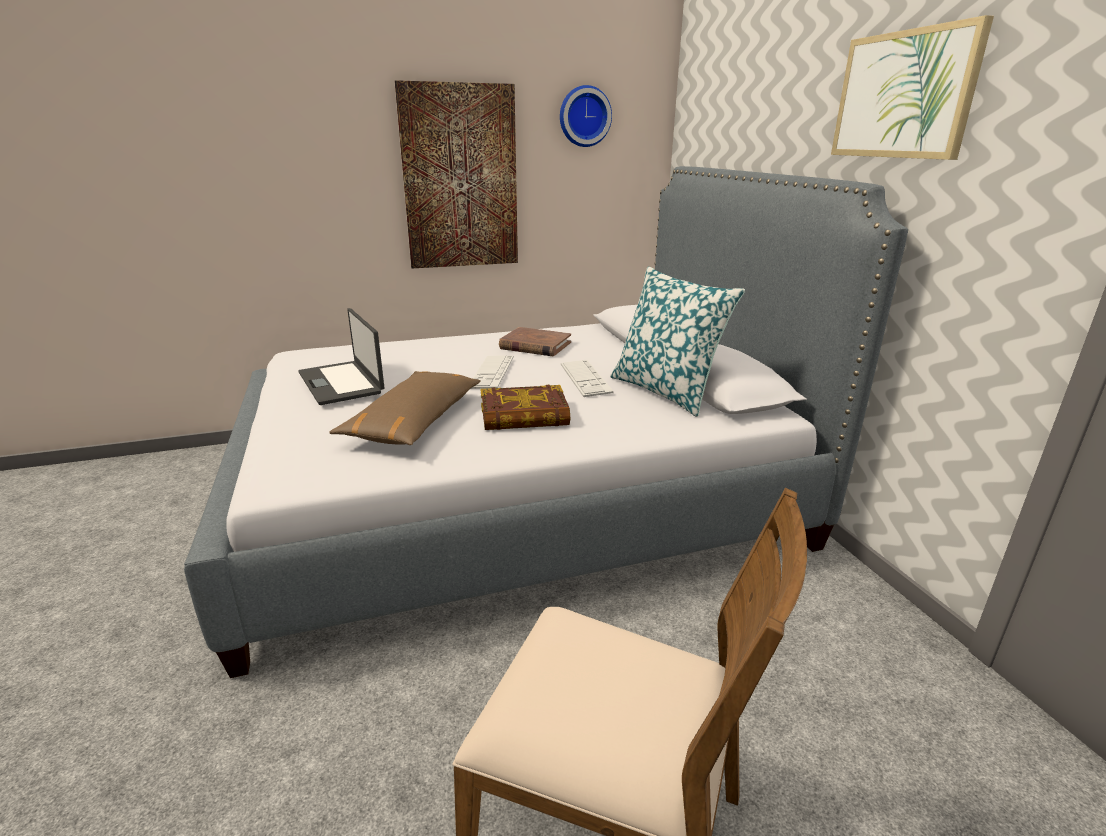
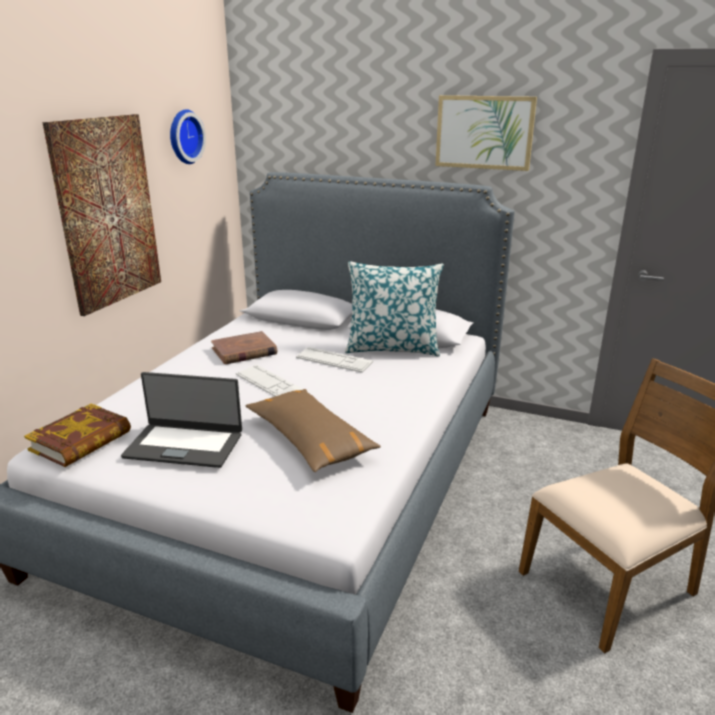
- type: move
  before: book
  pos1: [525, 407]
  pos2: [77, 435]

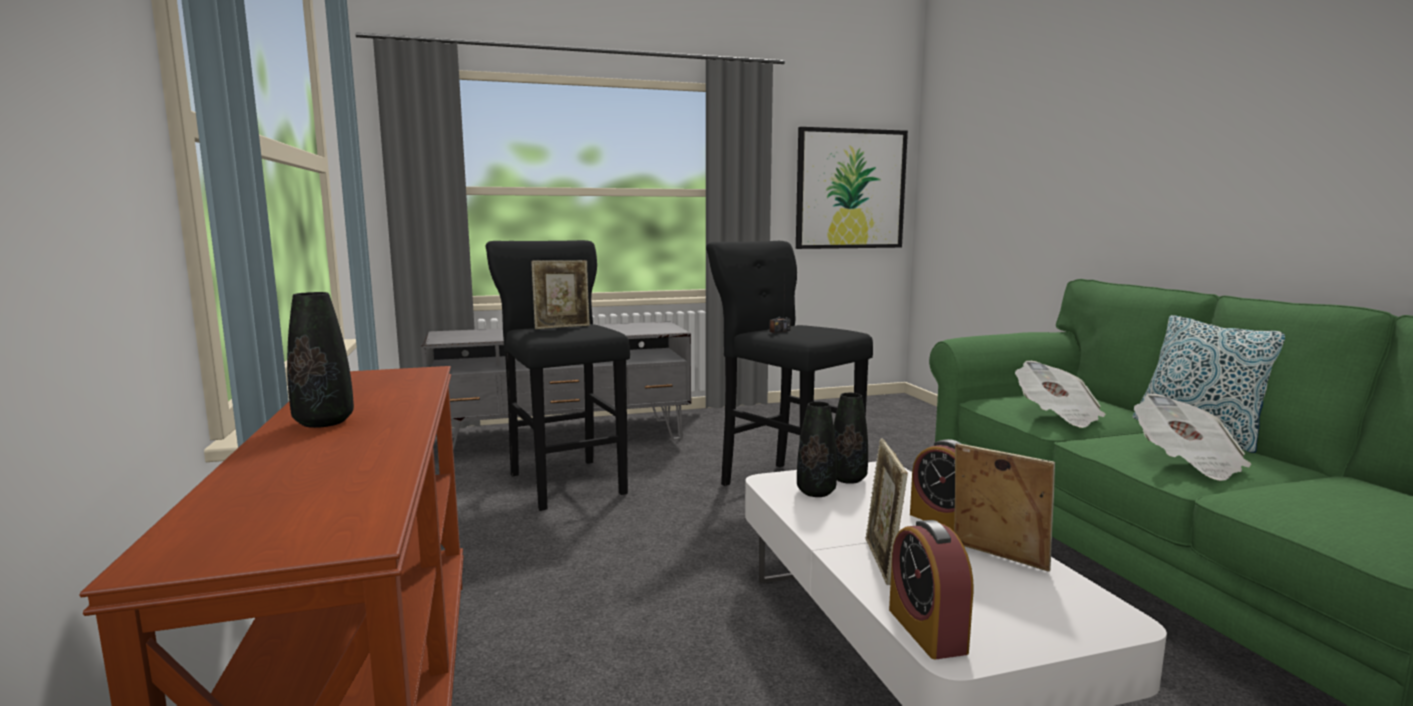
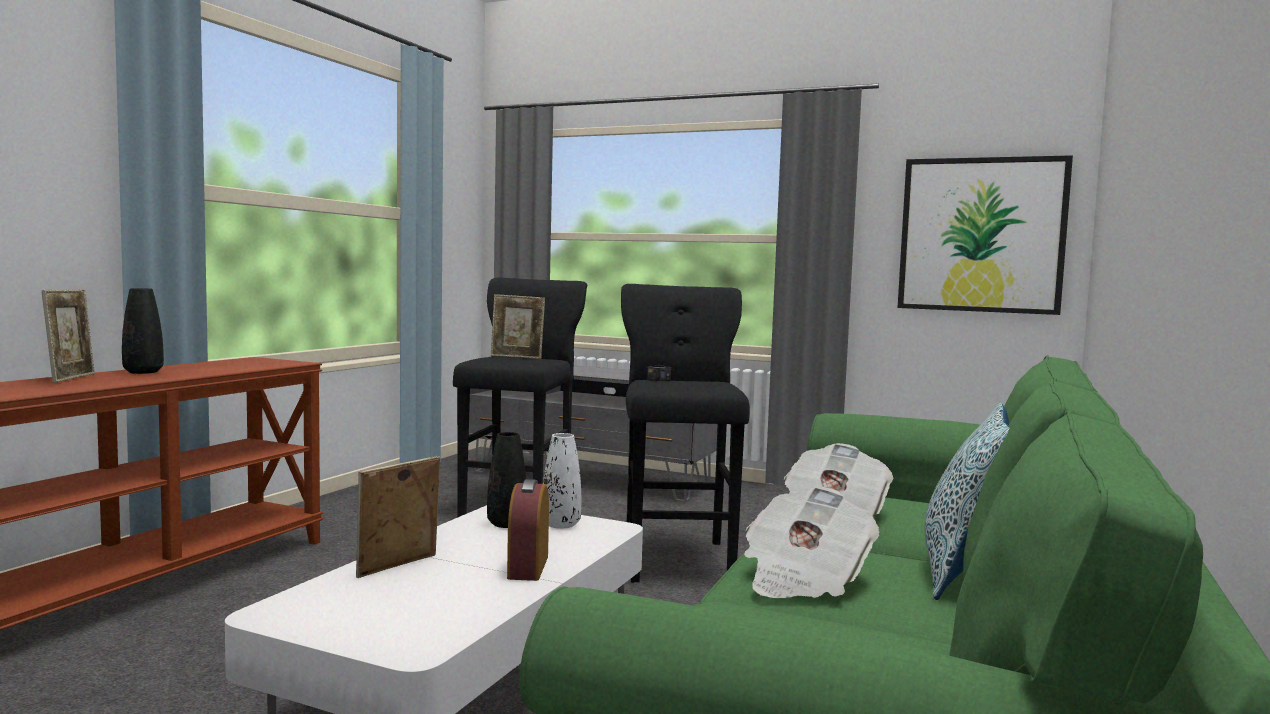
- type: delete
  before: alarm clock
  pos1: [931, 589]
- type: move
  before: picture frame
  pos1: [1005, 507]
  pos2: [68, 336]
- type: recolor
  before: black vase
  after: white vase
  pos1: [851, 438]
  pos2: [562, 481]

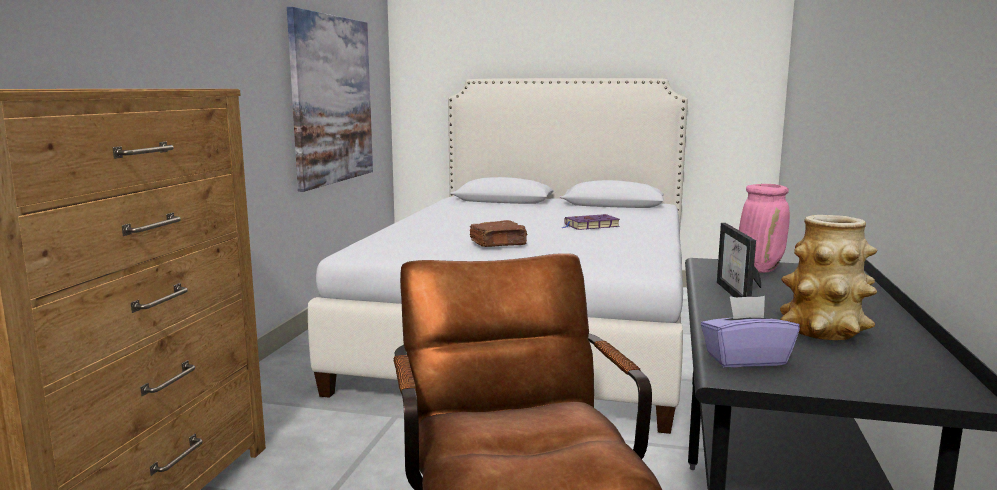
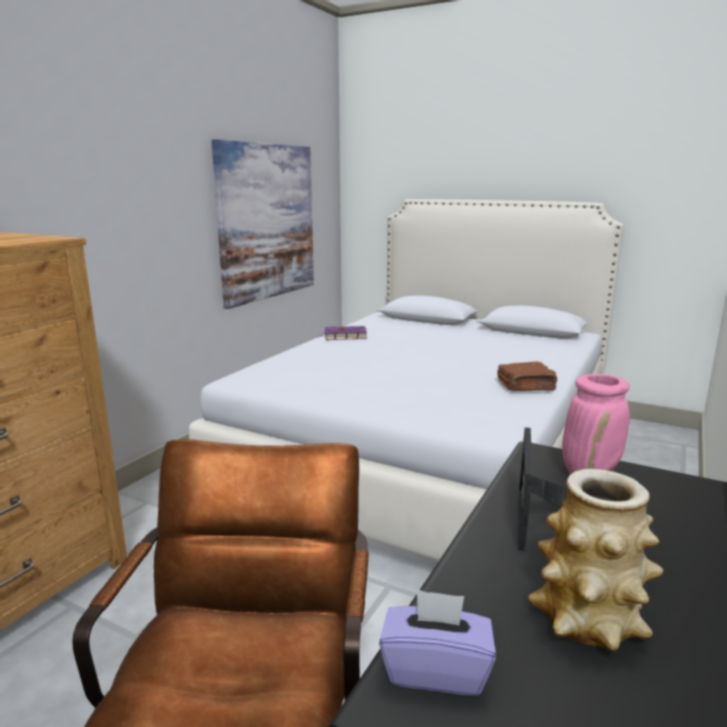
- type: move
  before: brown book
  pos1: [499, 233]
  pos2: [527, 376]
- type: move
  before: purple book
  pos1: [591, 222]
  pos2: [342, 333]

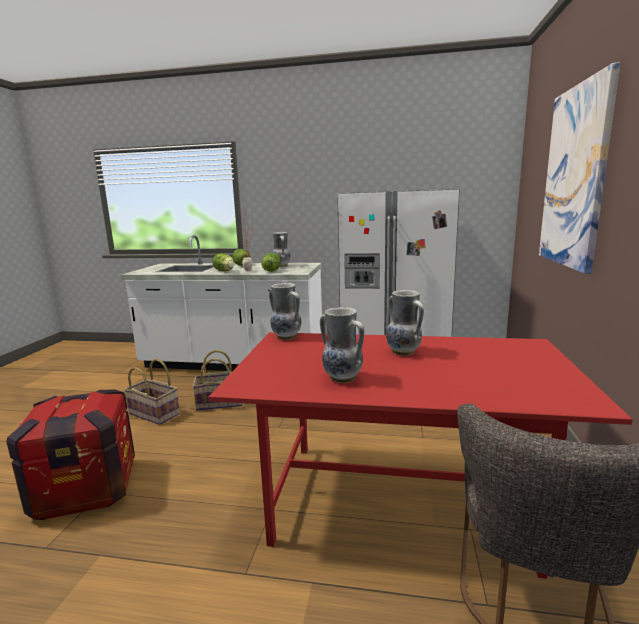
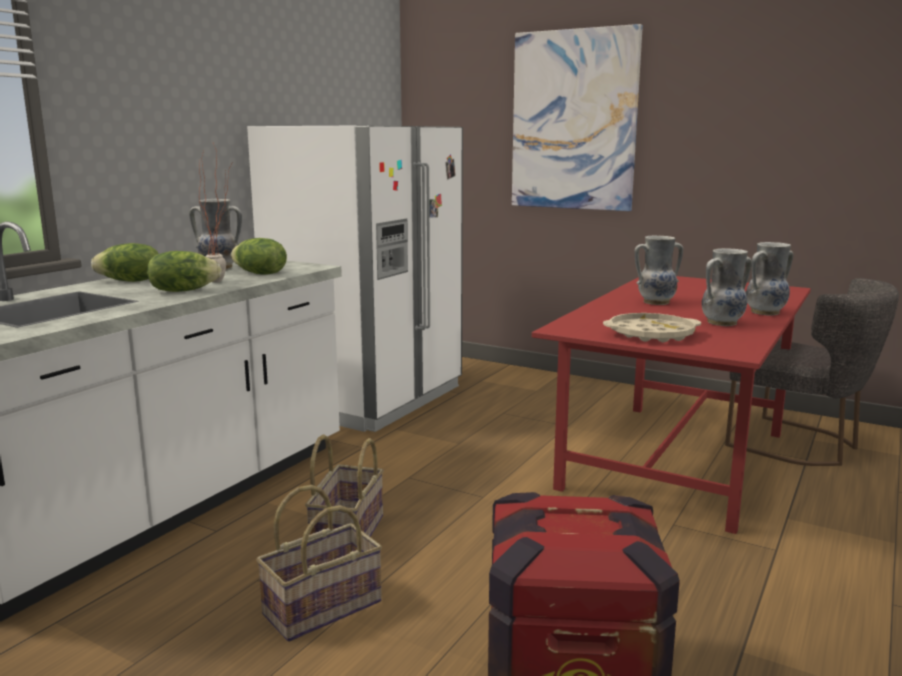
- type: insert
  after: beige tray
  pos2: [652, 327]
- type: move
  before: vase
  pos1: [285, 311]
  pos2: [769, 278]

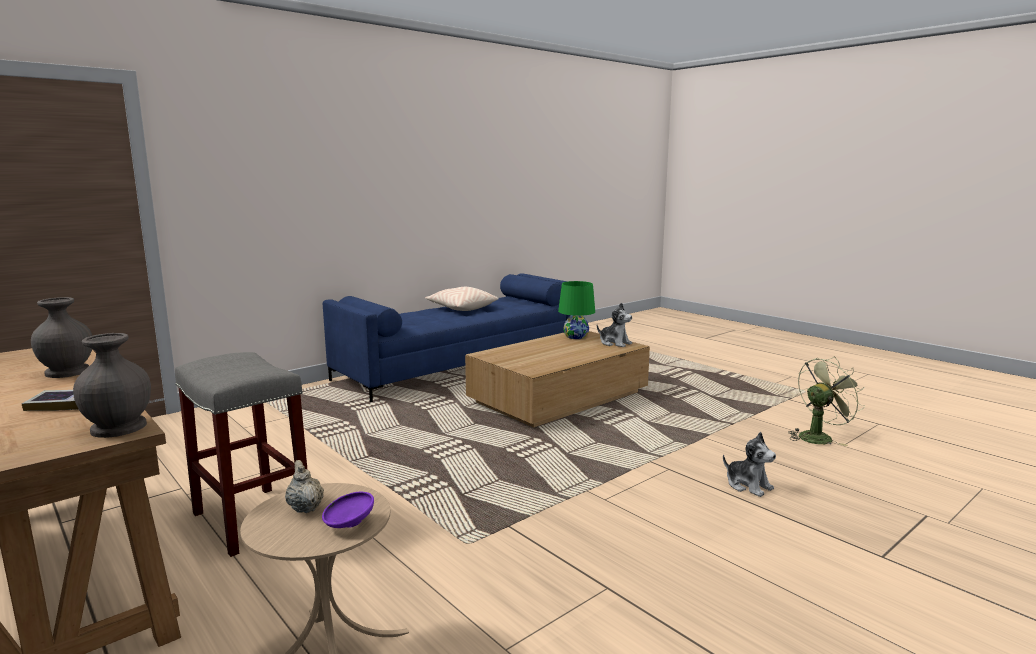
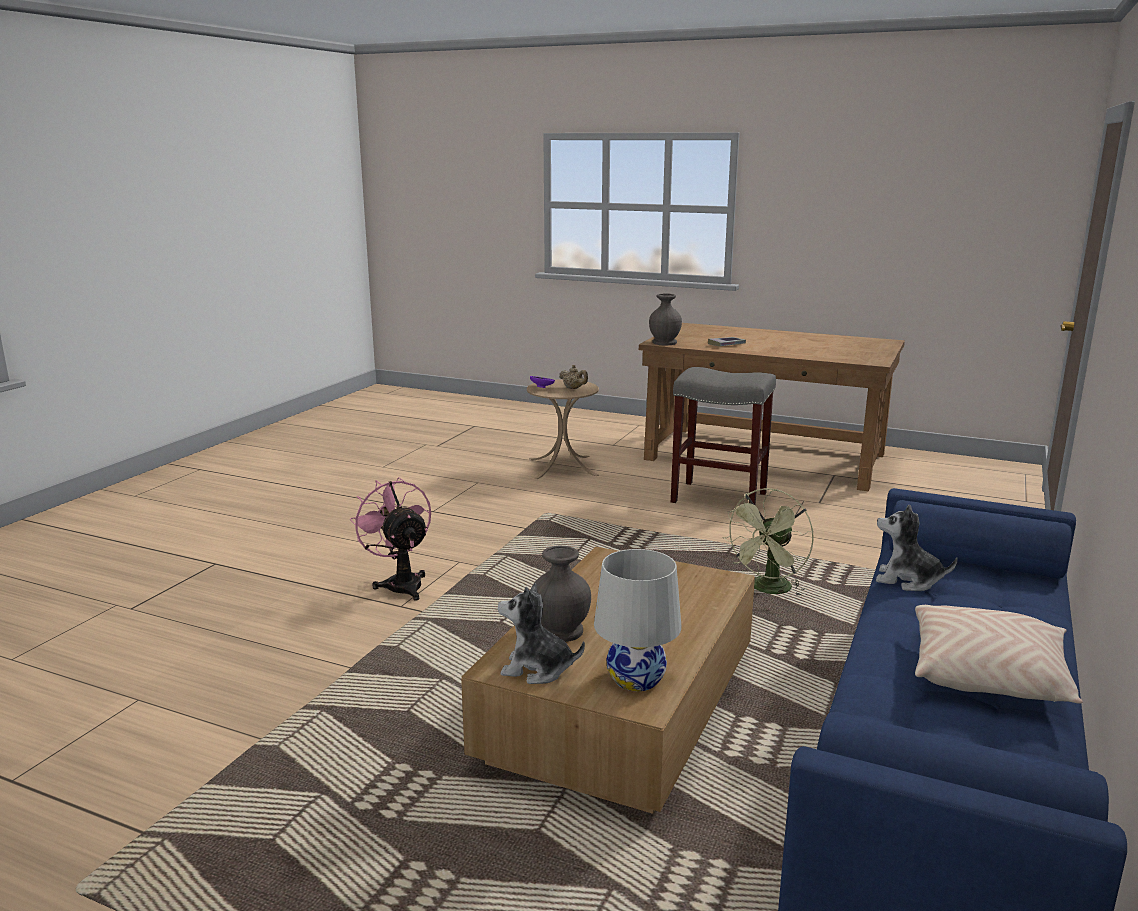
- type: insert
  after: pink fan
  pos2: [390, 538]
- type: move
  before: grey vase
  pos1: [61, 337]
  pos2: [562, 594]
- type: move
  before: plush toy
  pos1: [749, 464]
  pos2: [917, 548]
- type: move
  before: green fan
  pos1: [826, 401]
  pos2: [768, 542]
- type: recolor
  before: green table lamp
  after: white table lamp
  pos1: [576, 310]
  pos2: [637, 620]

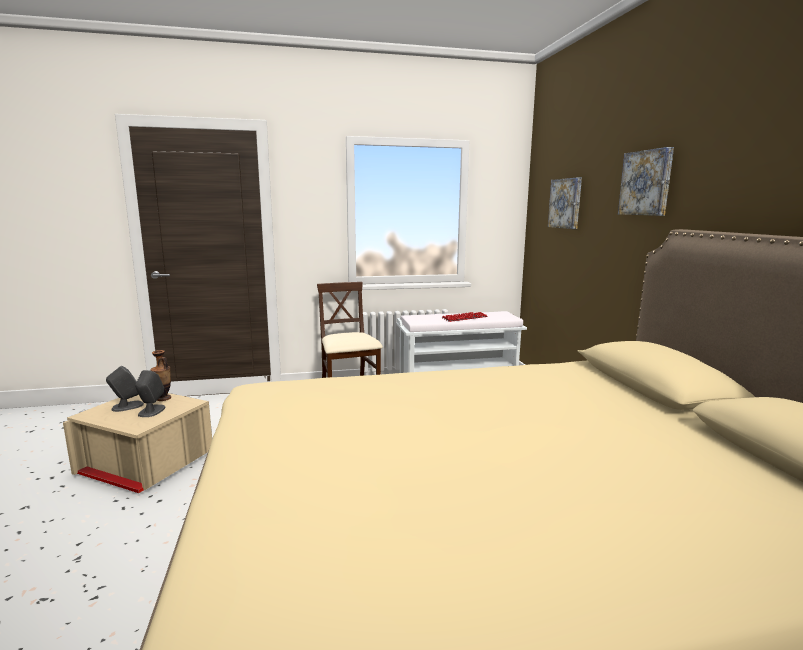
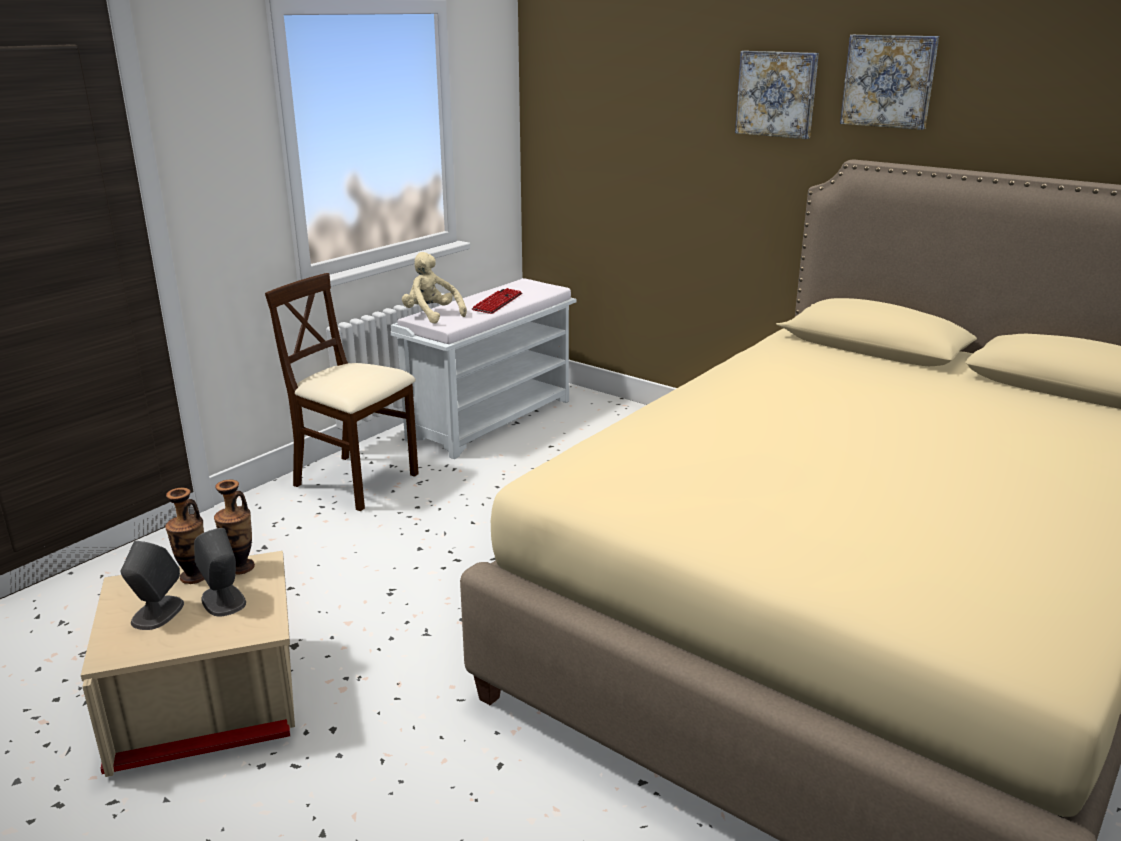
- type: insert
  after: vase
  pos2: [234, 527]
- type: insert
  after: beige plush toy
  pos2: [434, 288]
- type: move
  before: picture
  pos1: [565, 203]
  pos2: [889, 82]

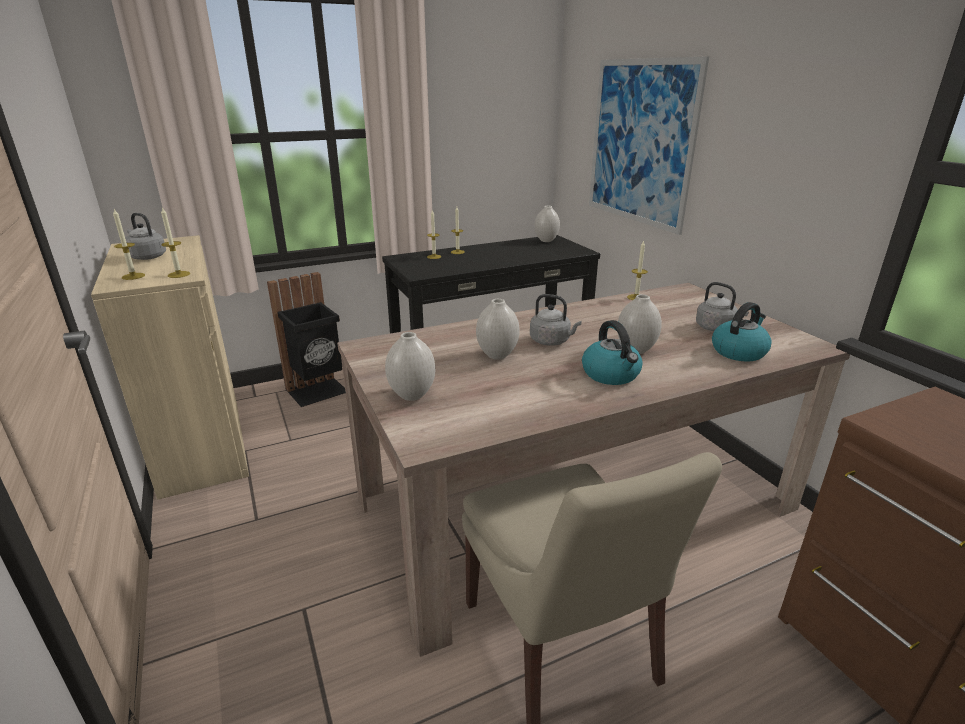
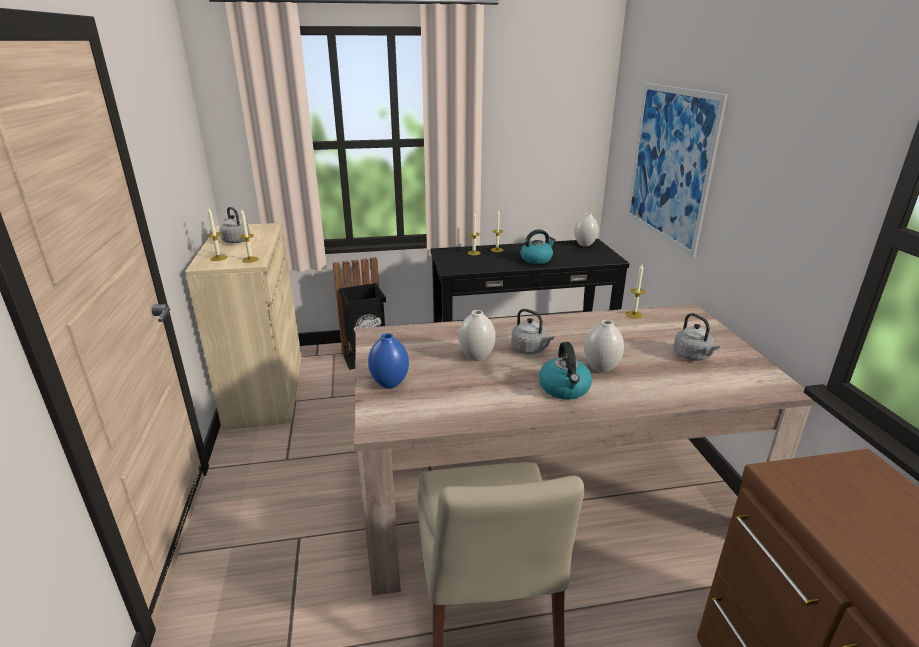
- type: move
  before: kettle
  pos1: [742, 331]
  pos2: [538, 246]
- type: recolor
  before: white vase
  after: blue vase
  pos1: [410, 366]
  pos2: [388, 360]

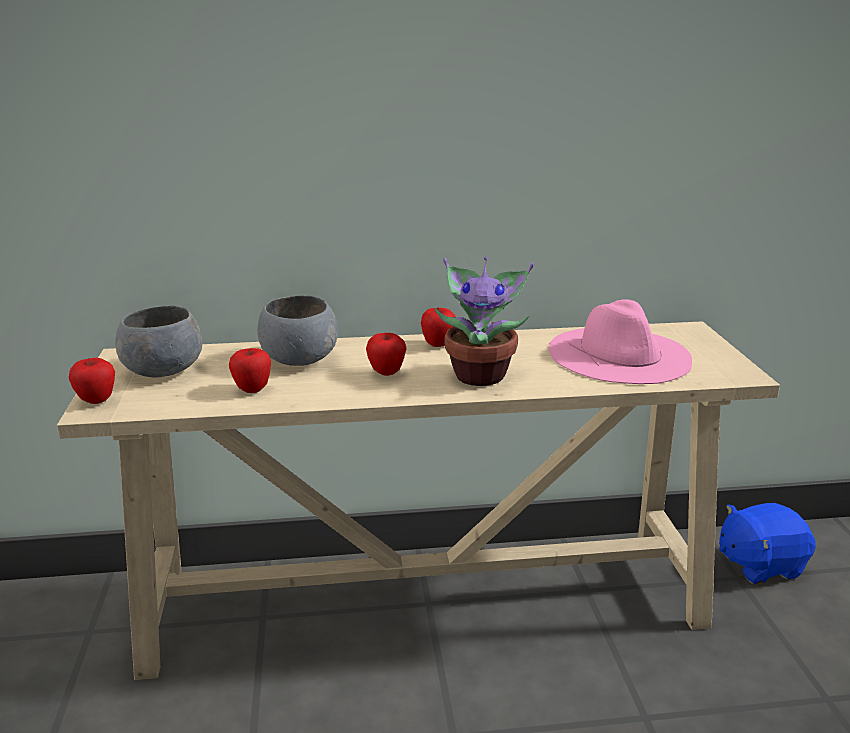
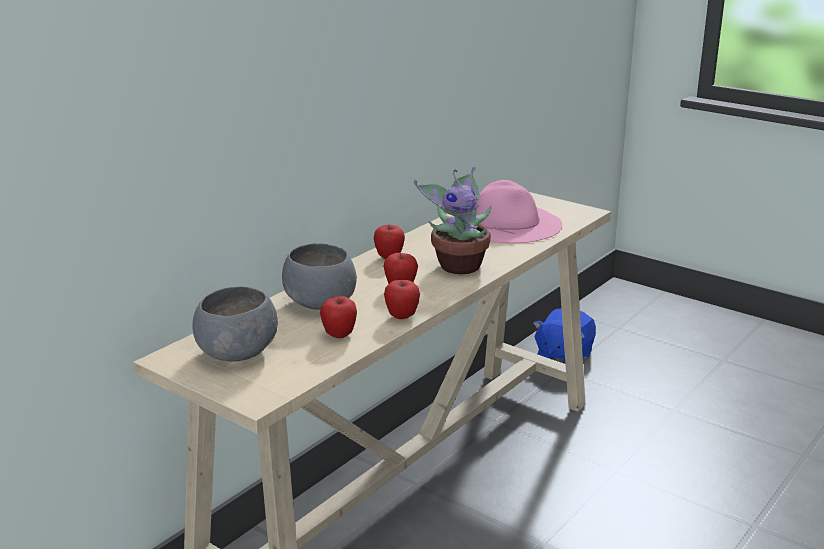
- type: move
  before: apple
  pos1: [92, 381]
  pos2: [402, 299]

